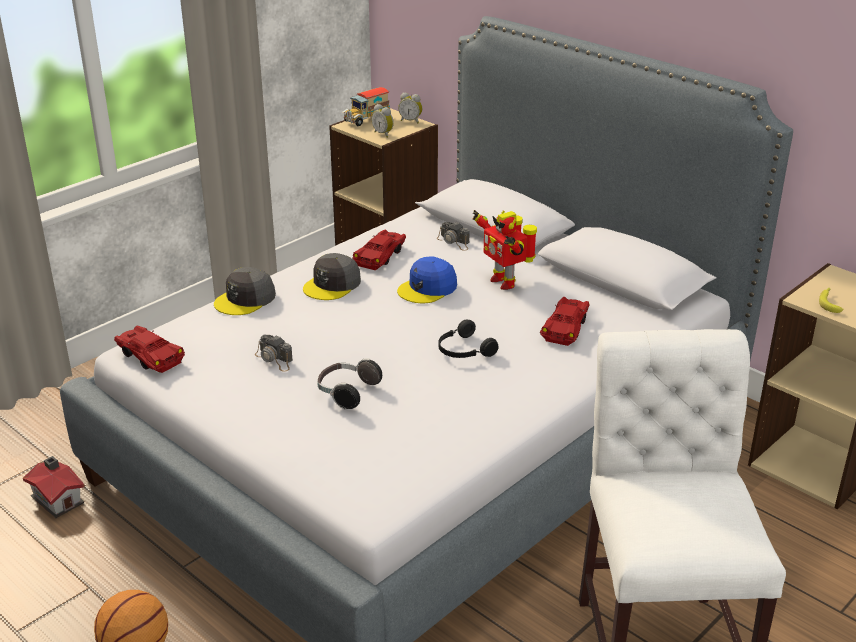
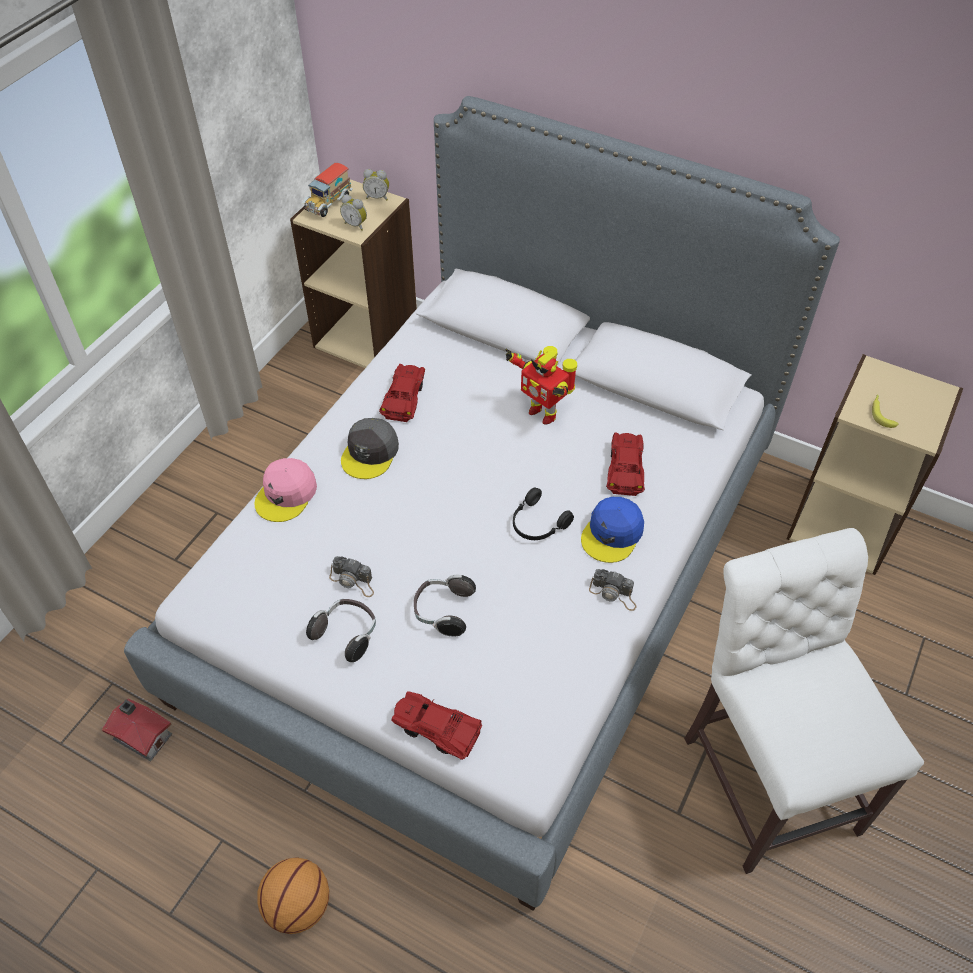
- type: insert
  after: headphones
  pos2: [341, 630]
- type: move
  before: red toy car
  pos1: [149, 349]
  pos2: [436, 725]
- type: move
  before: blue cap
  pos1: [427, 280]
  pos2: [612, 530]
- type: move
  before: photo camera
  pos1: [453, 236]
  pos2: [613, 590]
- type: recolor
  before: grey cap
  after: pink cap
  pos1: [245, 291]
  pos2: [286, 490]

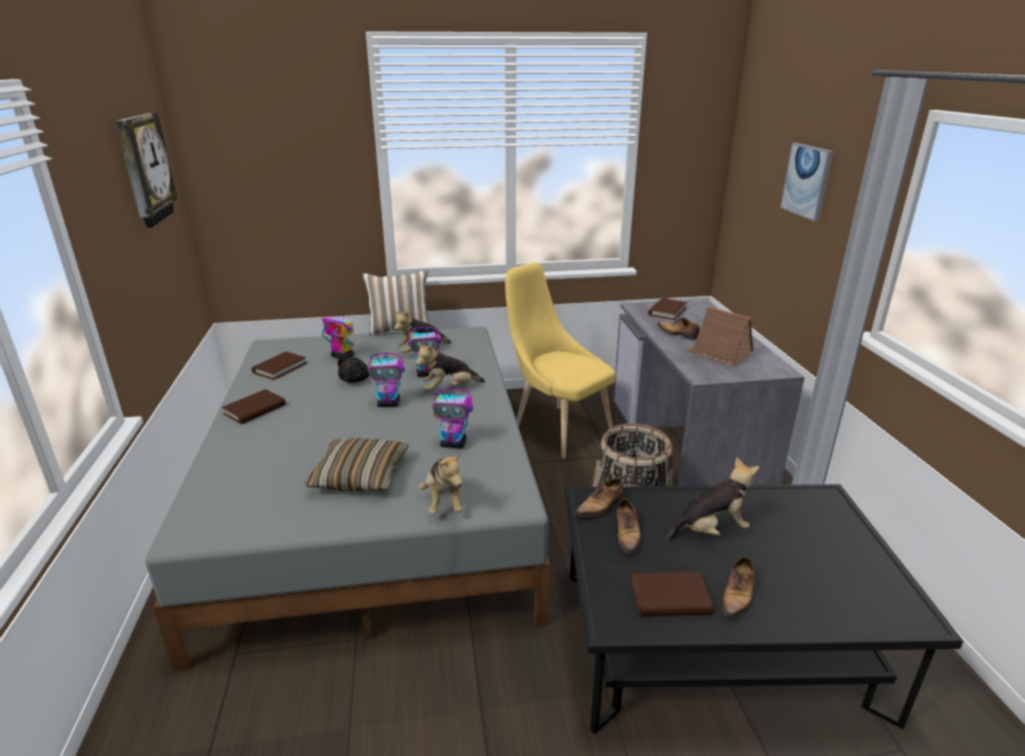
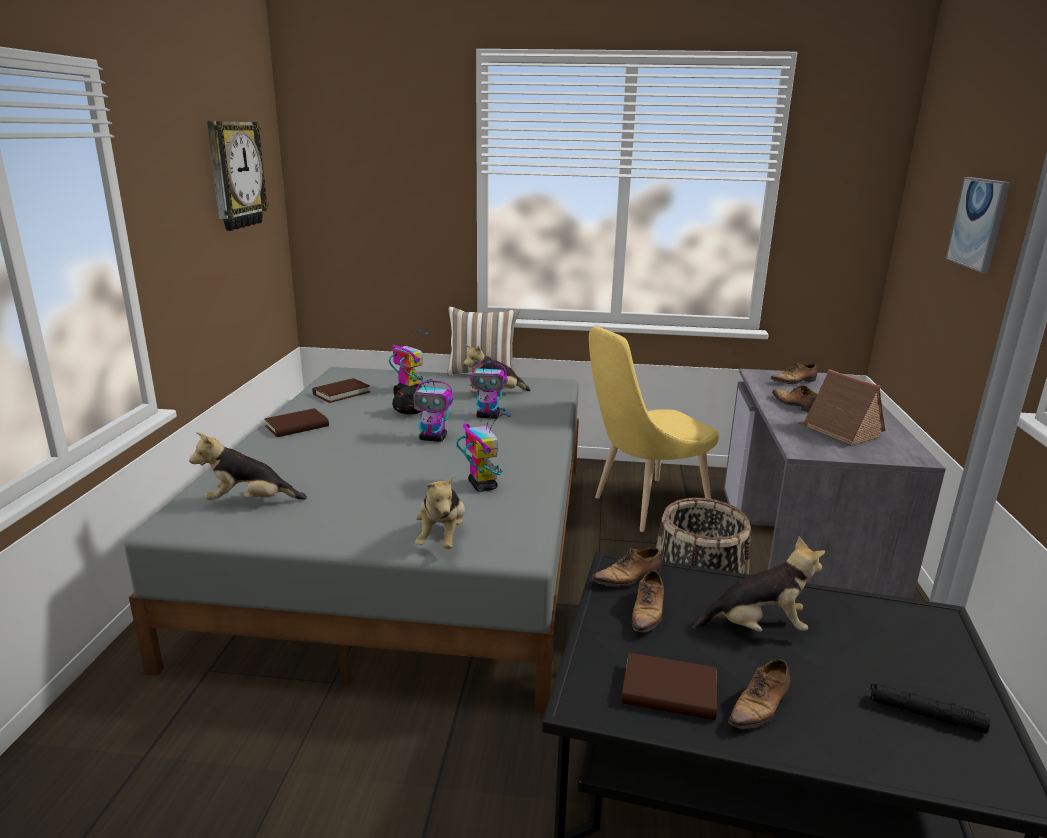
- type: delete
  before: pillow
  pos1: [356, 464]
- type: insert
  after: black flashlight
  pos2: [930, 708]
- type: move
  before: plush toy
  pos1: [450, 367]
  pos2: [248, 466]
- type: replace
  before: brown book
  after: shoe
  pos1: [667, 309]
  pos2: [793, 373]
- type: rotate
  before: toy robot
  pos1: [452, 418]
  pos2: [483, 450]
  turn: -135
- type: rotate
  before: yellow chair
  pos1: [560, 360]
  pos2: [654, 429]
  turn: -90

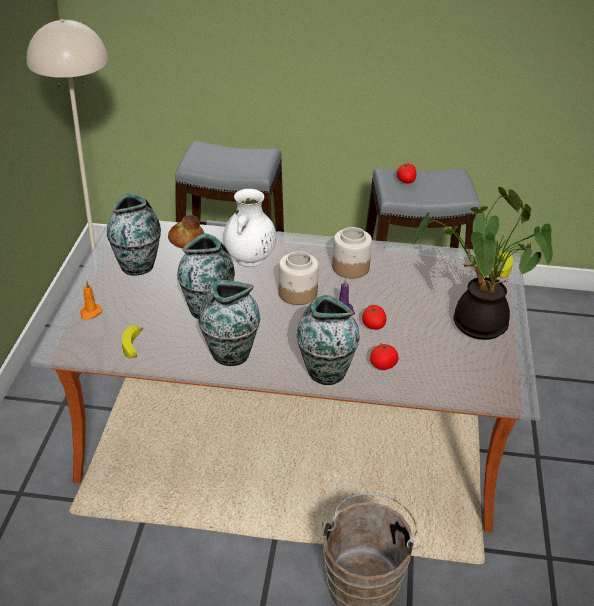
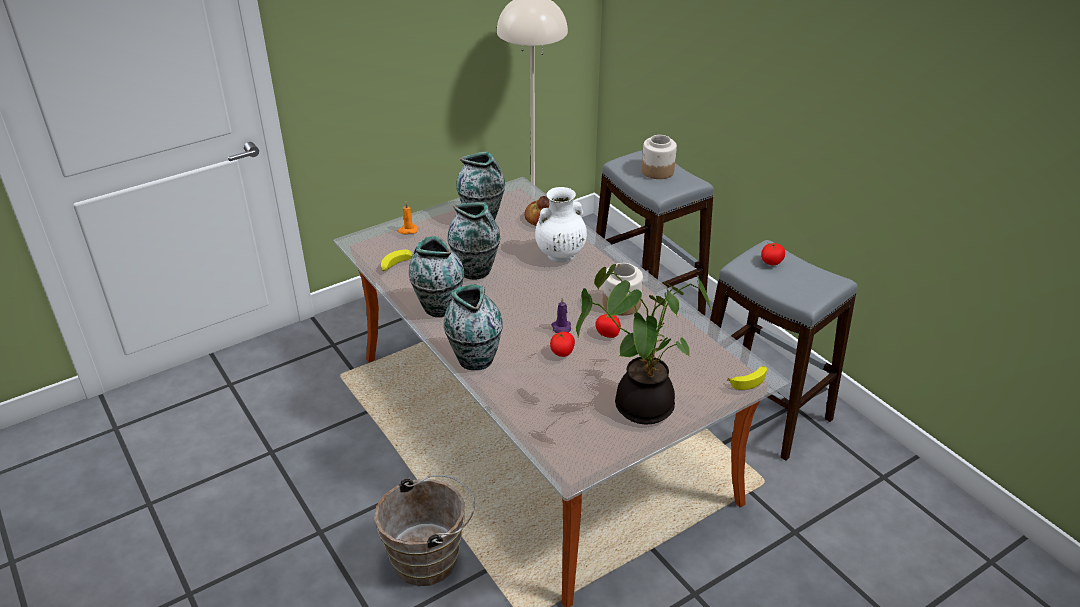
- type: move
  before: jar
  pos1: [299, 278]
  pos2: [659, 157]
- type: move
  before: tomato
  pos1: [384, 357]
  pos2: [608, 325]

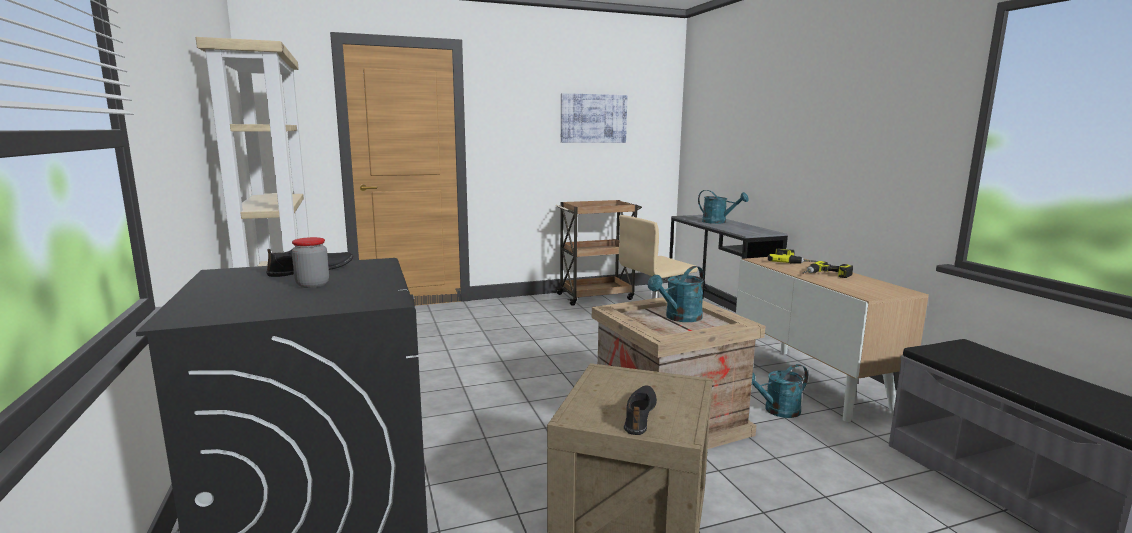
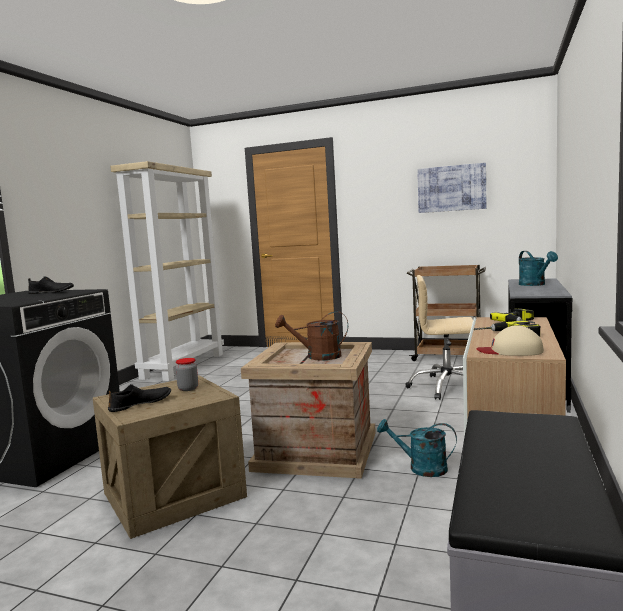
- type: insert
  after: beige cap
  pos2: [510, 340]
- type: move
  before: jar
  pos1: [310, 262]
  pos2: [187, 374]
- type: recolor
  before: turquoise watering can
  after: brown watering can
  pos1: [676, 294]
  pos2: [311, 336]

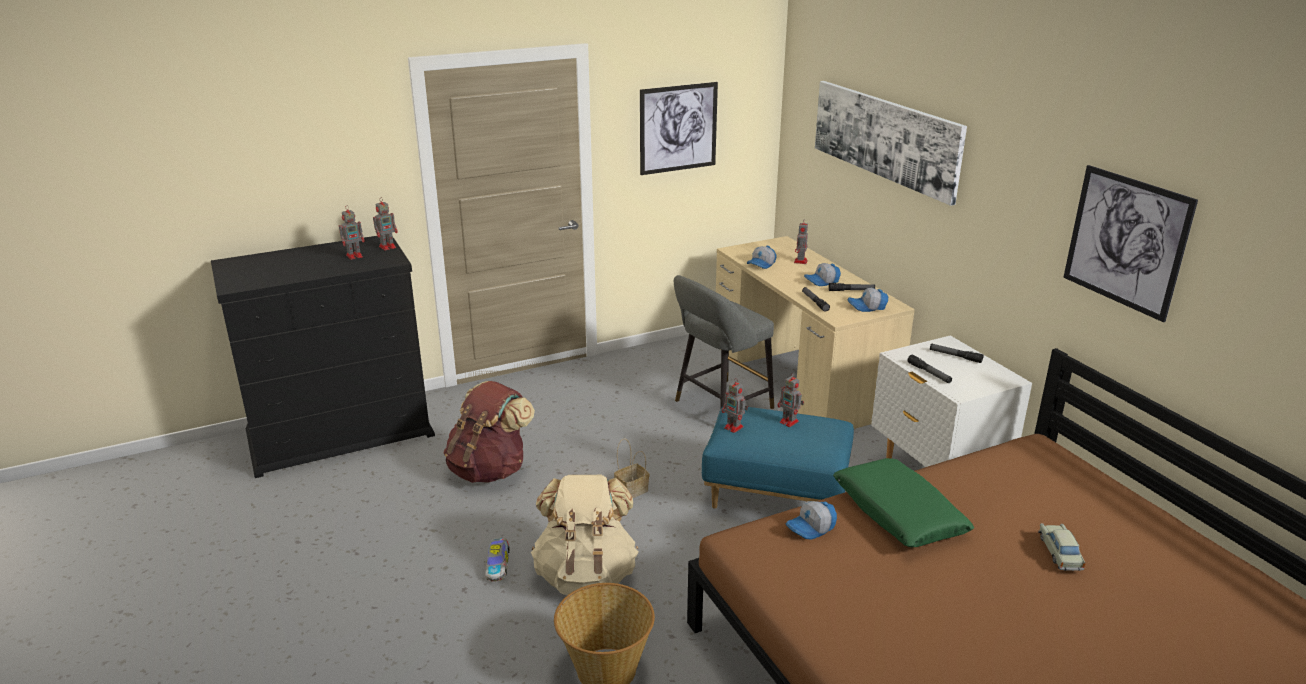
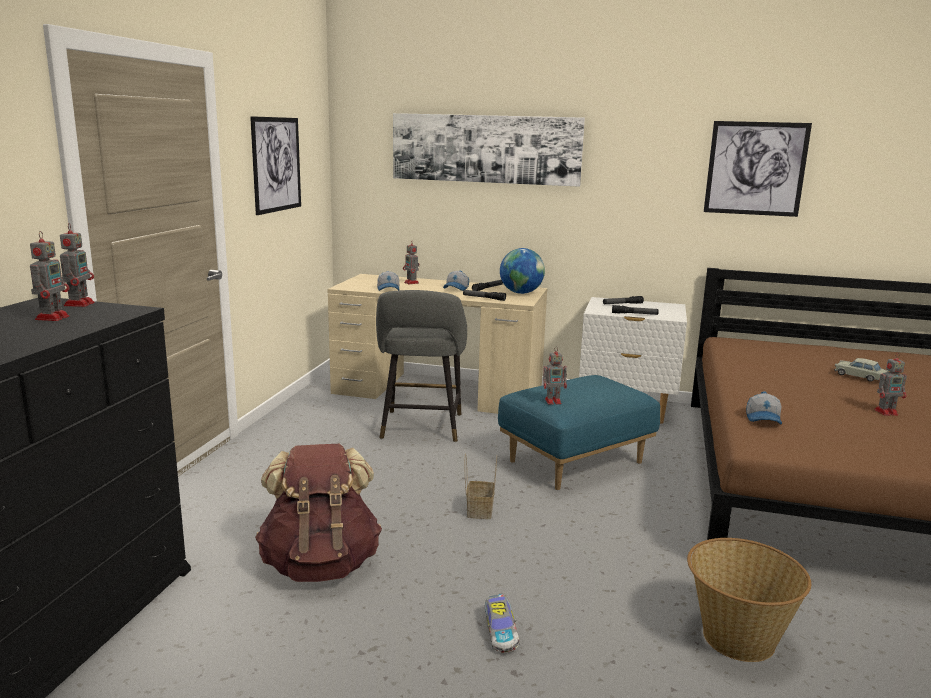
- type: delete
  before: beige backpack
  pos1: [585, 535]
- type: delete
  before: green pillow
  pos1: [903, 502]
- type: move
  before: toy robot
  pos1: [790, 400]
  pos2: [890, 384]
- type: replace
  before: cap
  after: globe
  pos1: [867, 300]
  pos2: [522, 271]
- type: rotate
  before: toy car
  pos1: [497, 560]
  pos2: [502, 623]
  turn: 45

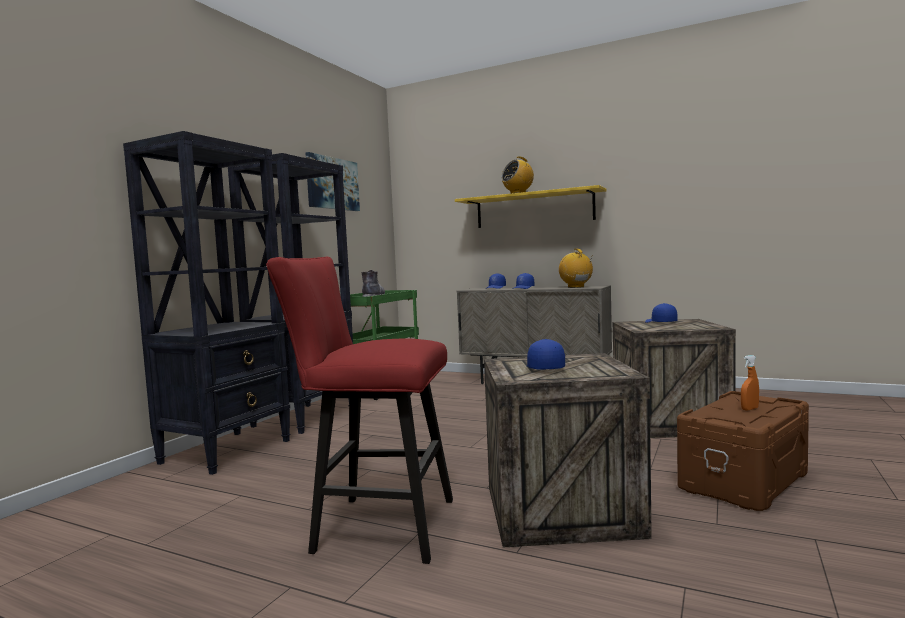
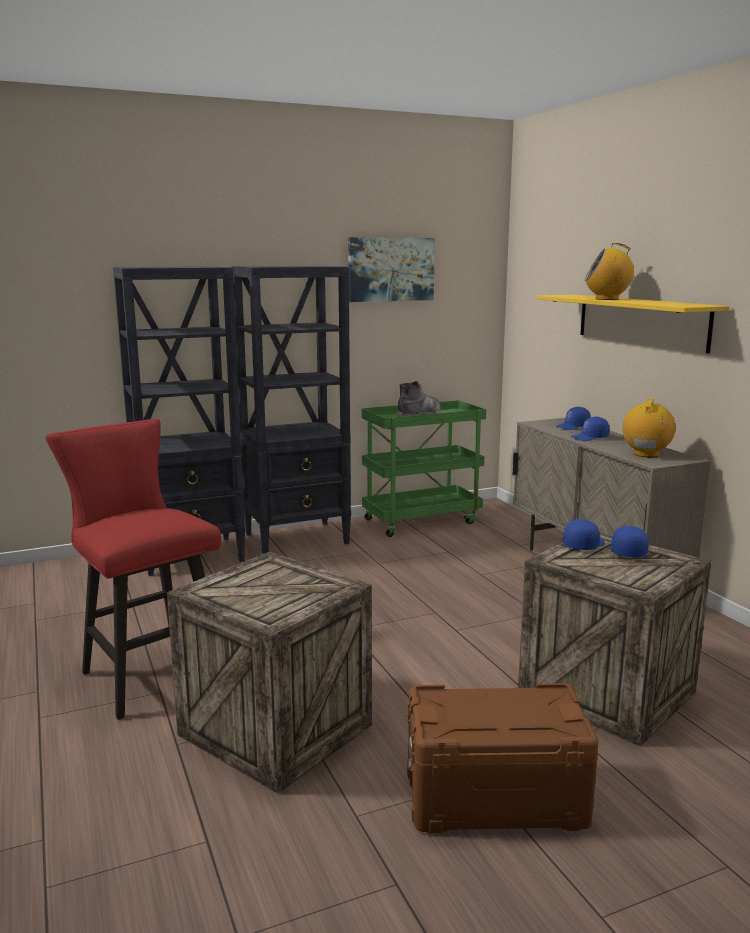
- type: delete
  before: orange spray bottle
  pos1: [750, 383]
- type: move
  before: blue cap
  pos1: [546, 354]
  pos2: [584, 534]

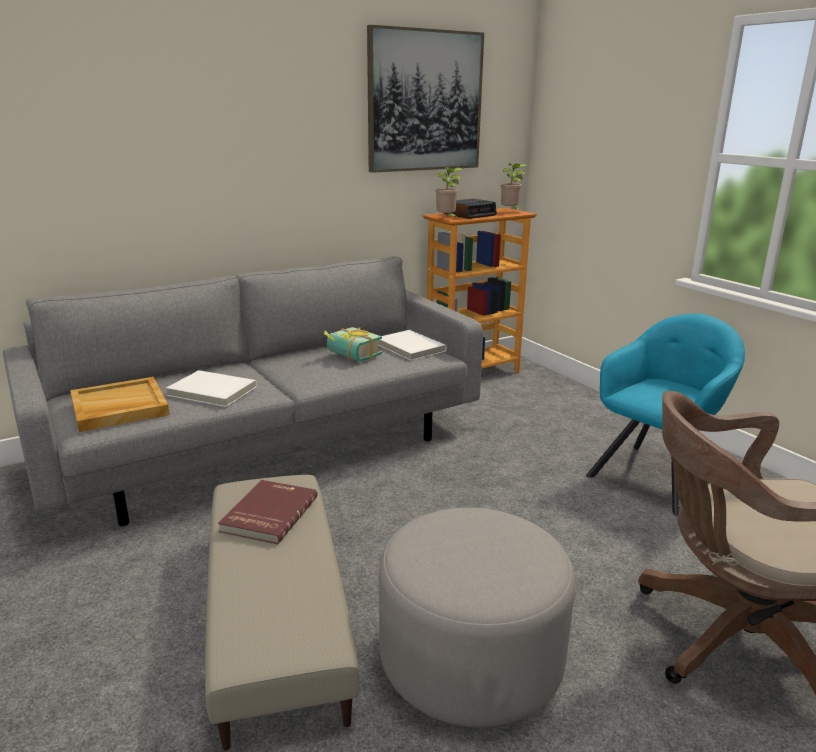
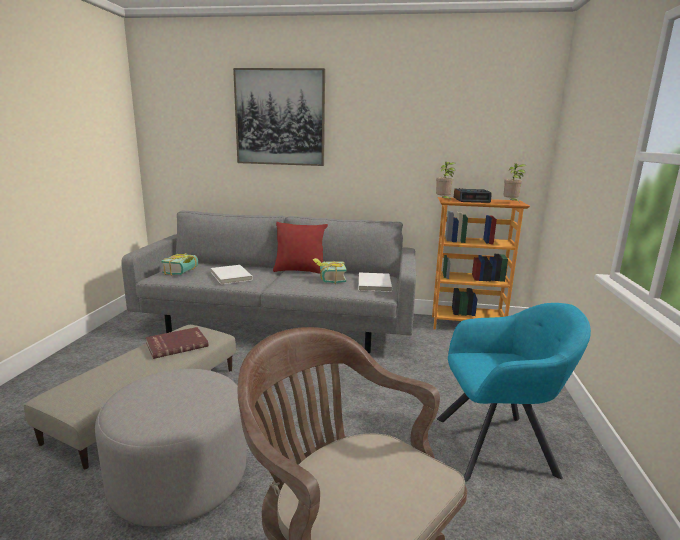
- type: insert
  after: red pillow
  pos2: [300, 248]
- type: move
  before: picture
  pos1: [425, 99]
  pos2: [279, 117]
- type: replace
  before: beige tray
  after: book
  pos1: [120, 404]
  pos2: [179, 264]

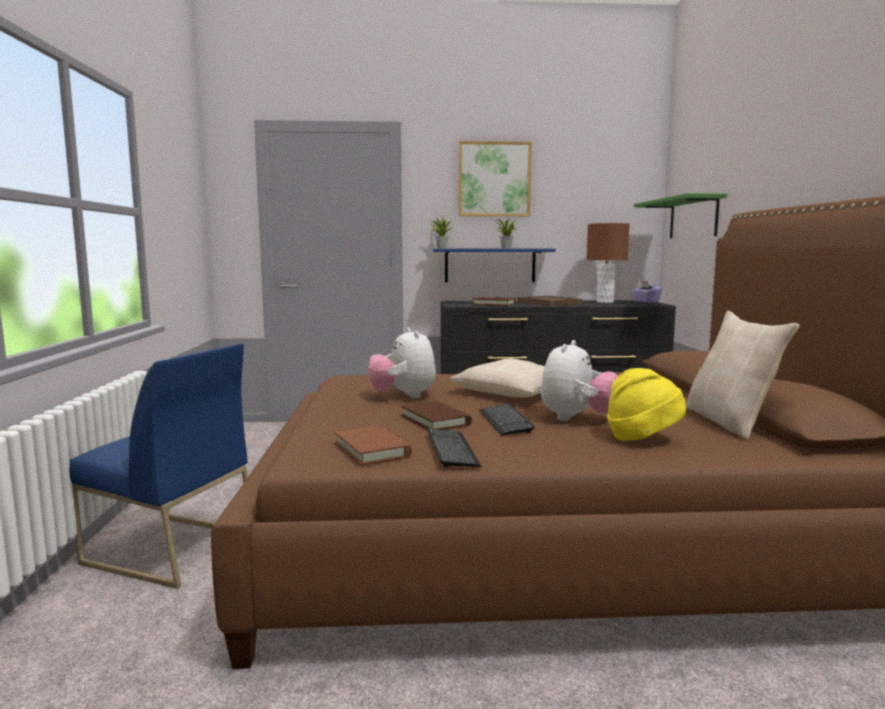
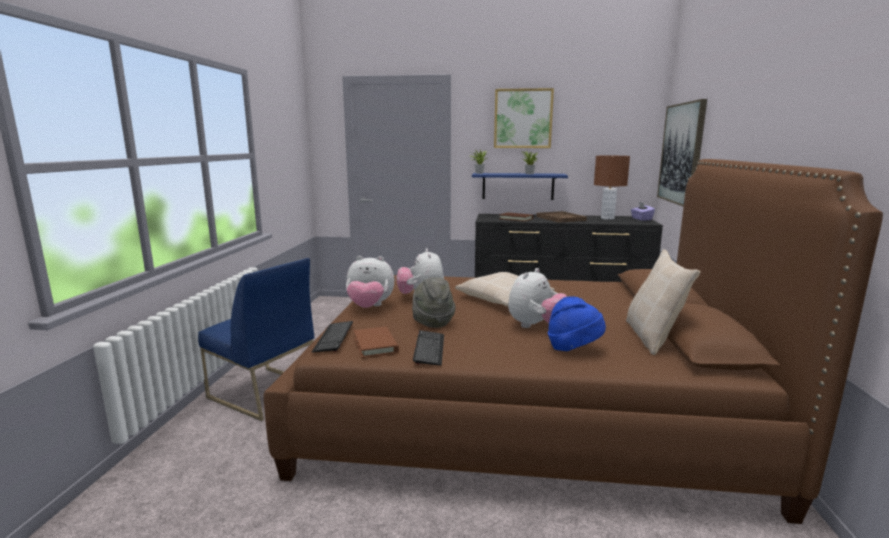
- type: insert
  after: plush toy
  pos2: [370, 282]
- type: move
  before: keyboard
  pos1: [507, 419]
  pos2: [332, 337]
- type: replace
  before: brown book
  after: grey hat
  pos1: [436, 415]
  pos2: [433, 302]
- type: replace
  before: green shelf
  after: picture
  pos1: [680, 215]
  pos2: [682, 153]
- type: recolor
  before: yellow hat
  after: blue hat
  pos1: [646, 404]
  pos2: [577, 323]

